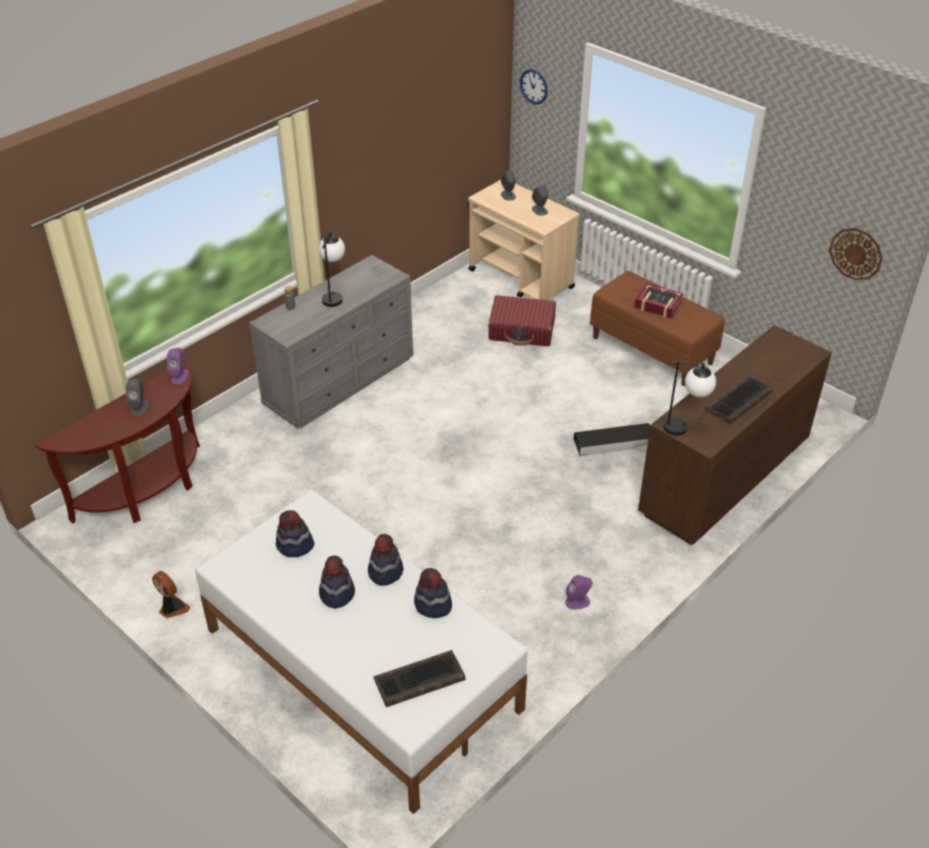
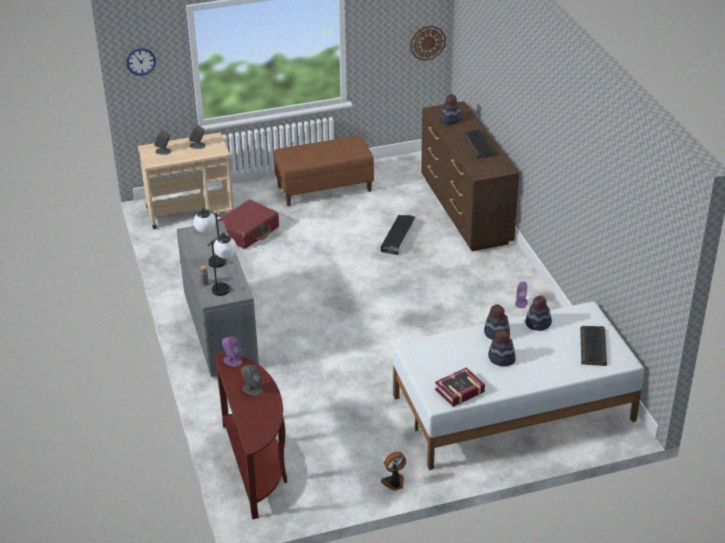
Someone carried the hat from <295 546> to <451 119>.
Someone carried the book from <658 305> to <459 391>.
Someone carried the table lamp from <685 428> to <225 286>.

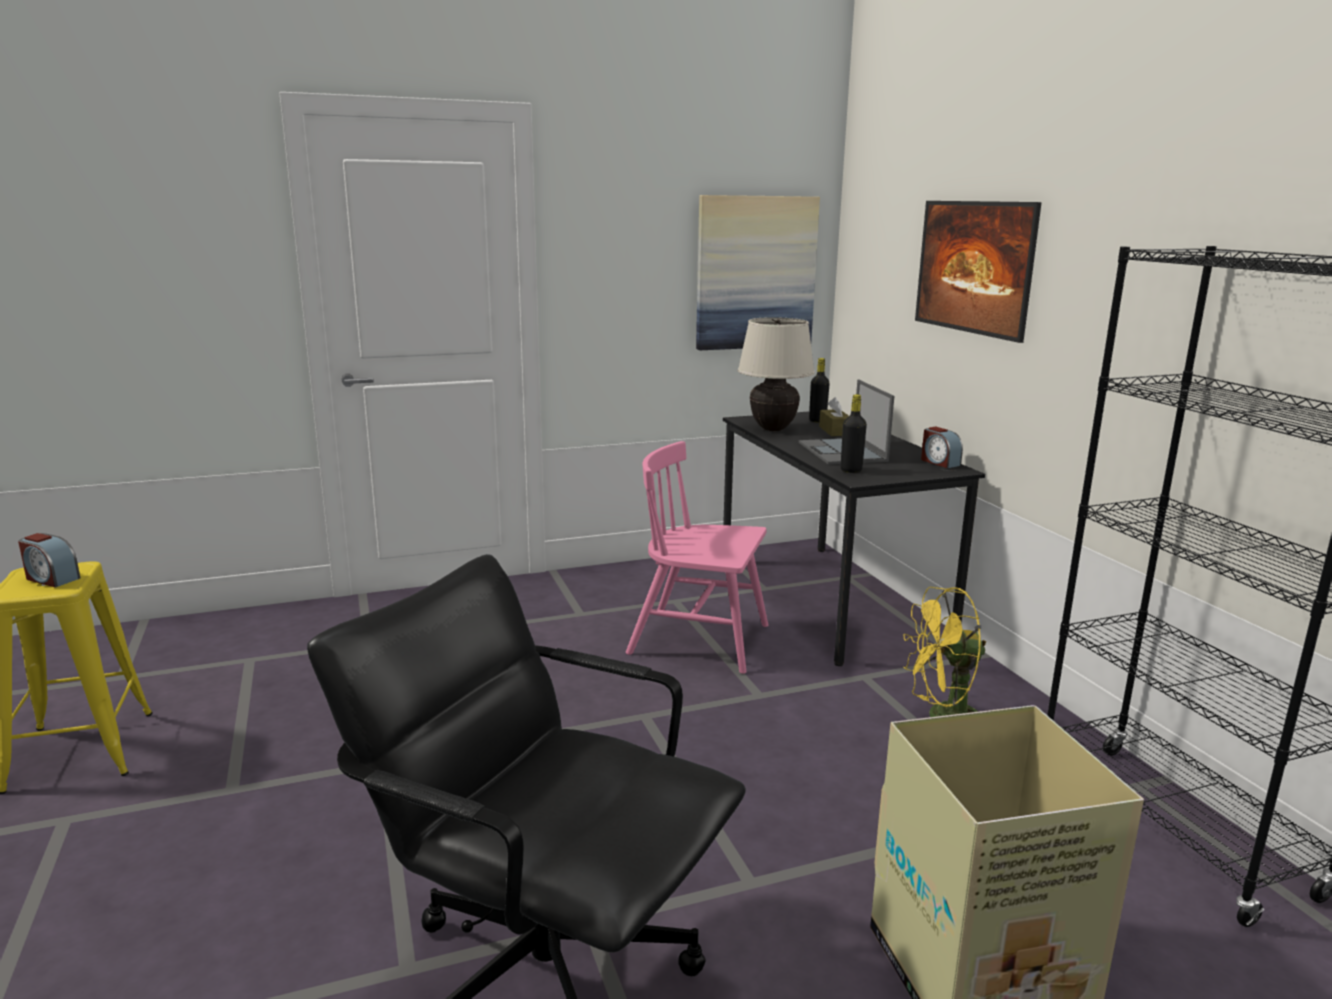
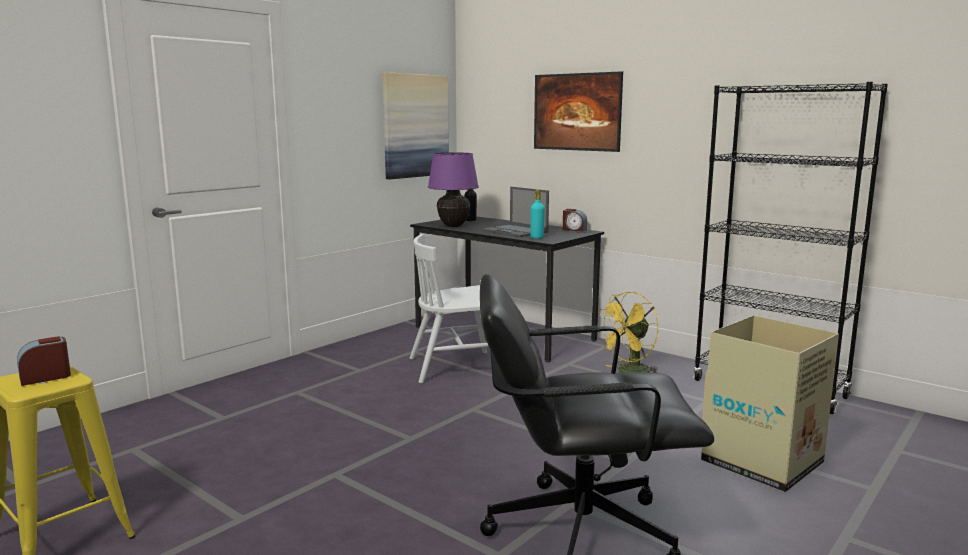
Someone took away the tissue box in brown at <835 431>.
Someone repainted the chair in pink at <700 640>, which became the chair in white at <455 367>.
Someone repainted the table lamp in beige at <772 429>, which became the table lamp in purple at <453 226>.
Someone repainted the bottle in black at <851 470>, which became the bottle in turquoise at <537 237>.
Someone rotated the alarm clock at <51 578> by 150 degrees clockwise.

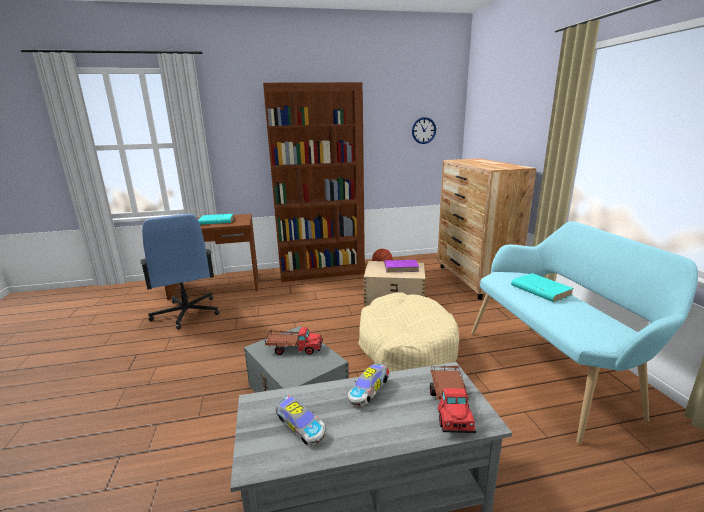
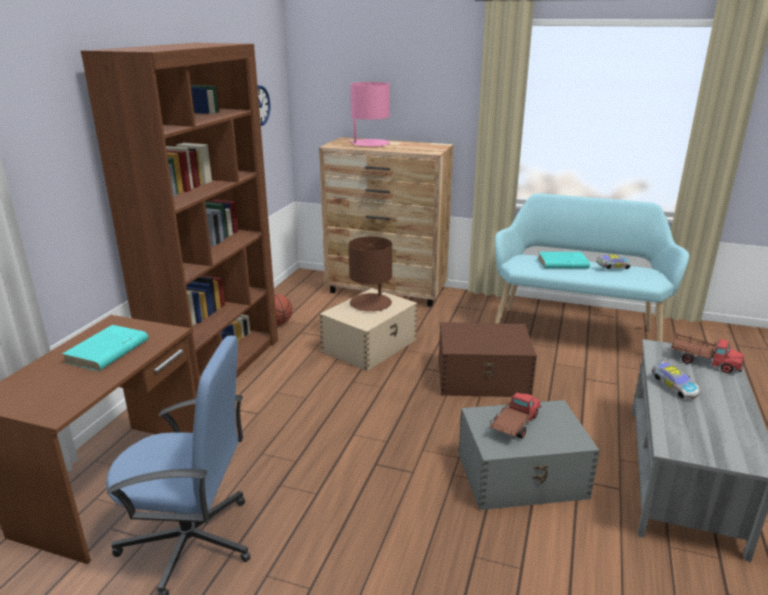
Someone put down the table lamp in pink at <370 144>.
Someone carried the toy car from <299 427> to <612 268>.
Someone swapped the dog bed in beige at <406 346> for the storage box in brown at <484 378>.
Someone swapped the book in purple at <401 267> for the table lamp in brown at <371 303>.

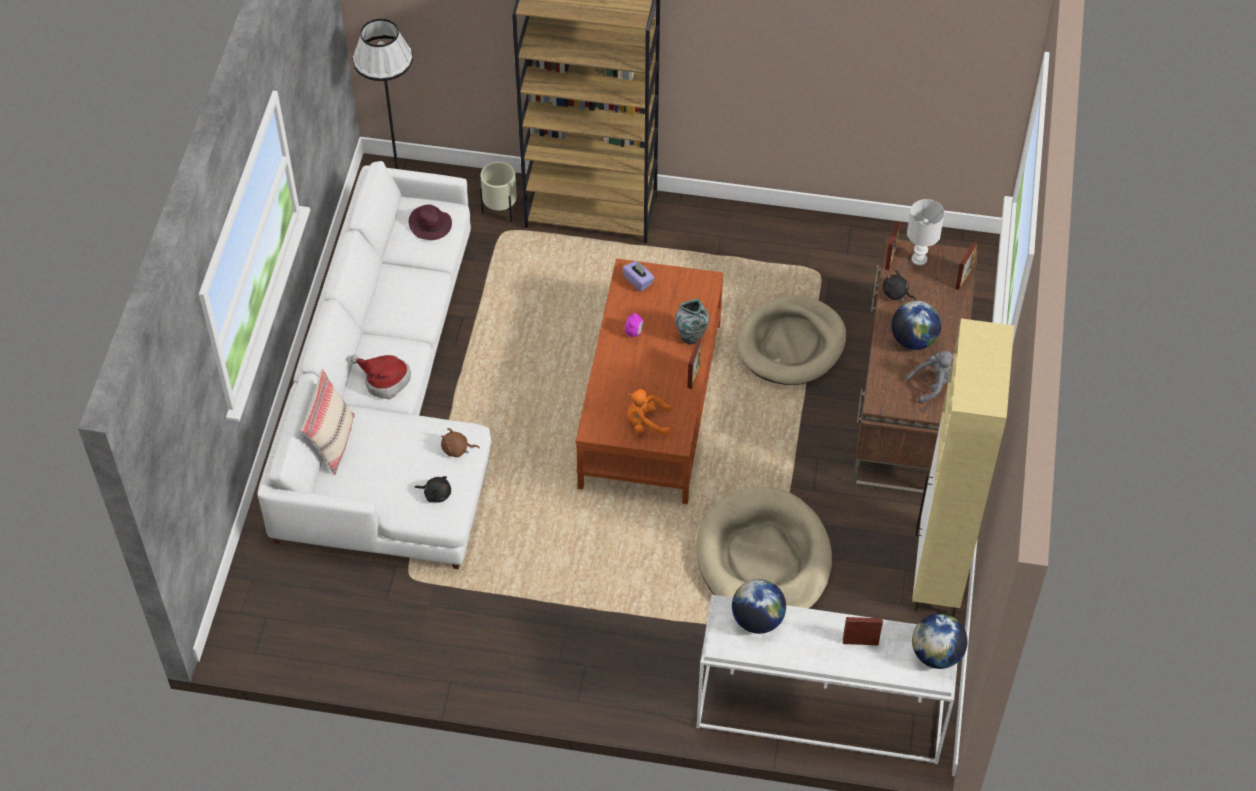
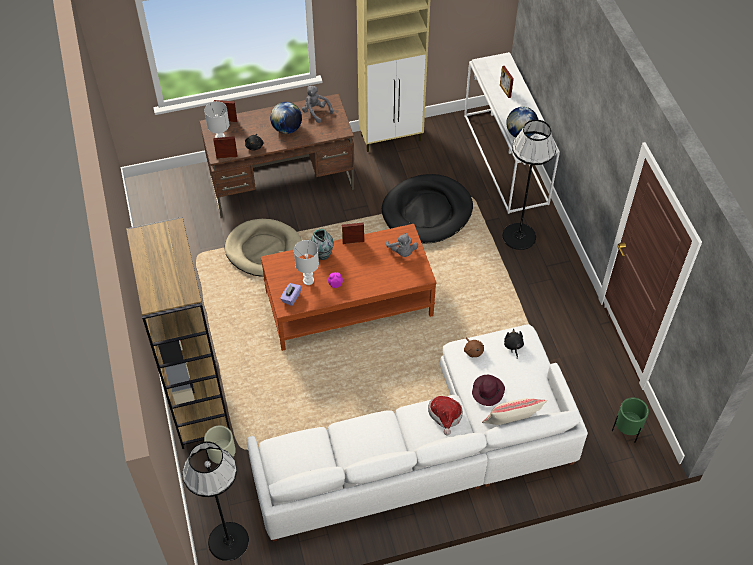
Someone took away the globe at <936 654>.
Someone put down the table lamp in white at <308 281>.
Someone put down the floor lamp in black at <519 236>.
Someone put down the planter in green at <626 431>.
Someone carried the hat in purple from <430 225> to <487 391>.
Someone repainted the plush toy in orange at <646 423>, which became the plush toy in grey at <402 252>.
Someone repainted the dog bed in beige at <764 559>, which became the dog bed in black at <427 211>.

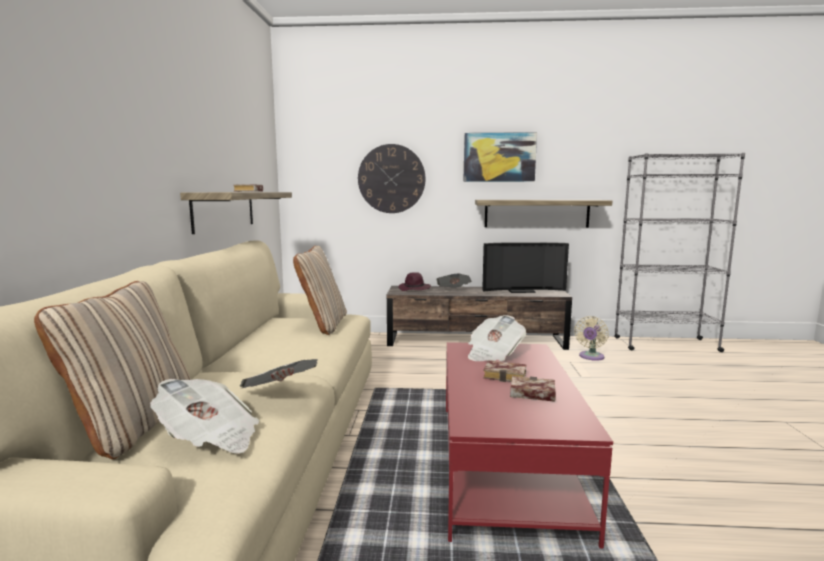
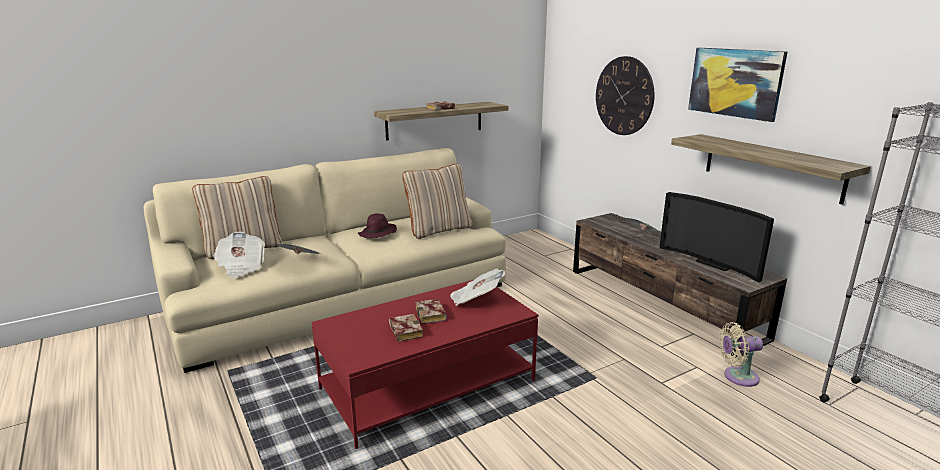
Someone carried the hat in purple from <414 289> to <377 234>.

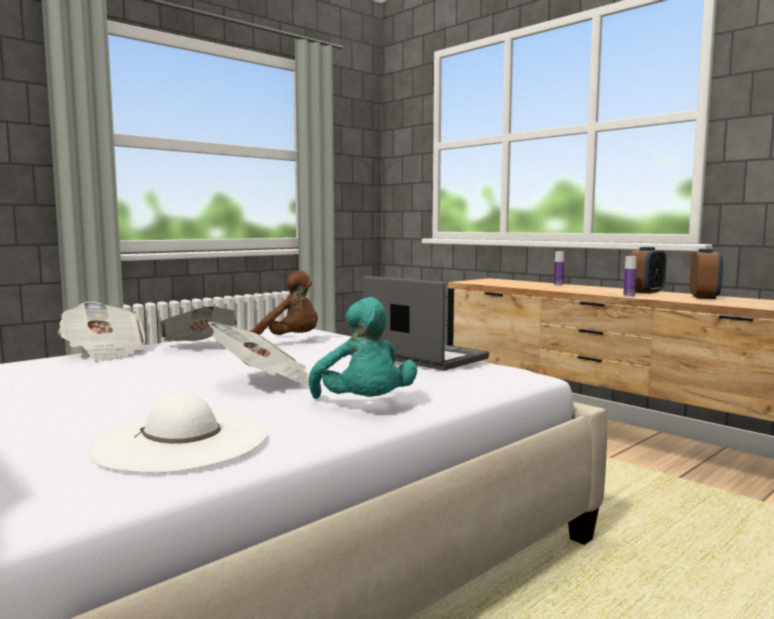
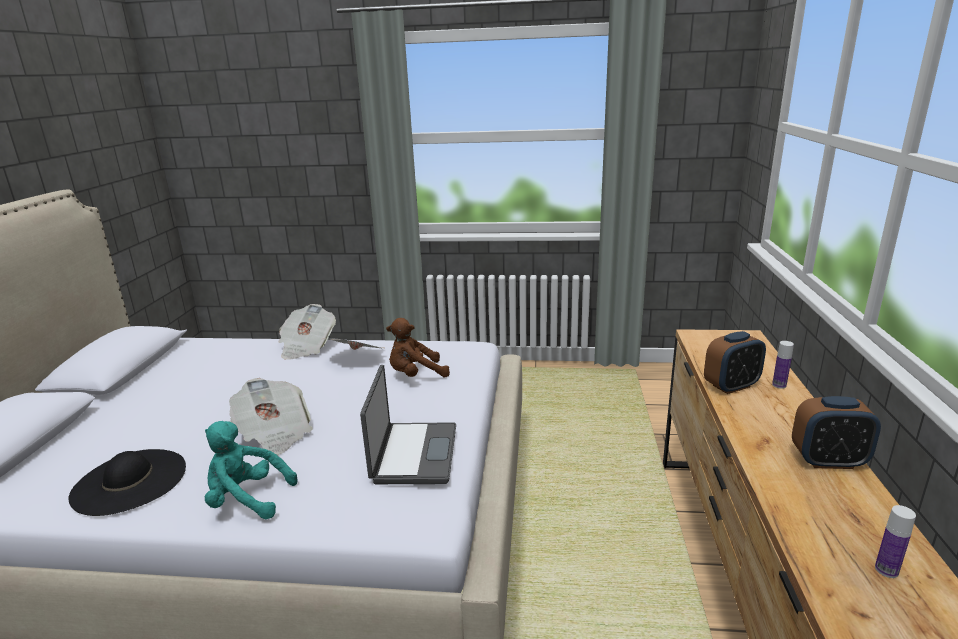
Someone carried the bottle from <629 296> to <886 570>.
Someone carried the alarm clock from <704 297> to <731 386>.
Someone repainted the hat in white at <182 441>, which became the hat in black at <130 481>.
Someone rotated the plush toy in brown at <290 341> by 90 degrees clockwise.
Someone rotated the plush toy in turquoise at <364 406> by 75 degrees clockwise.

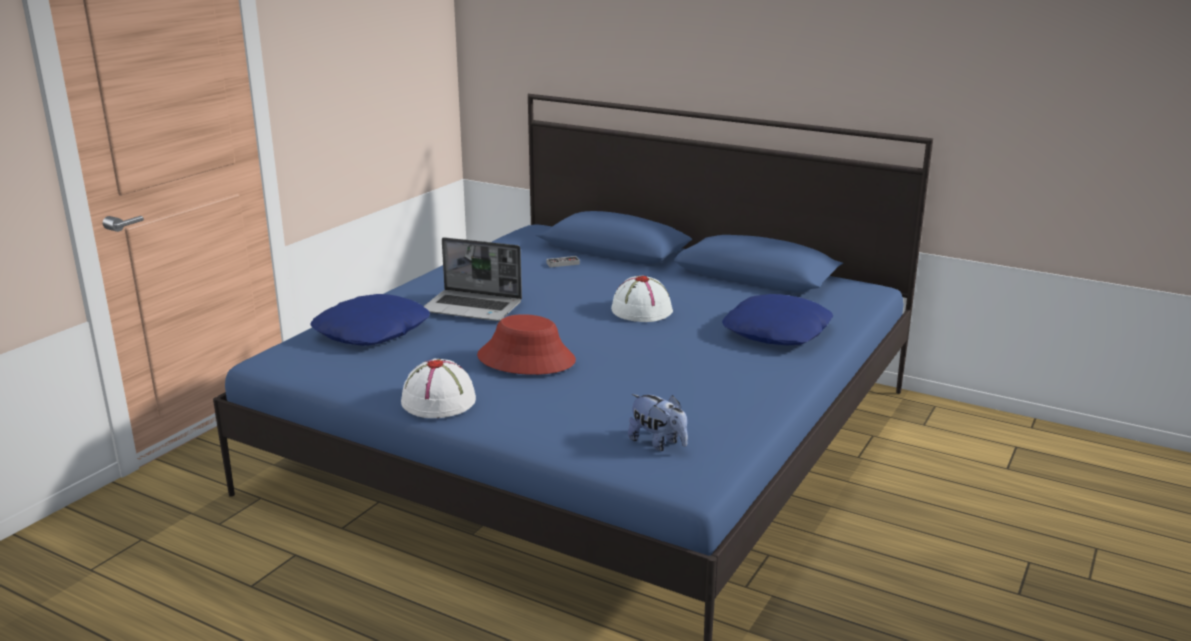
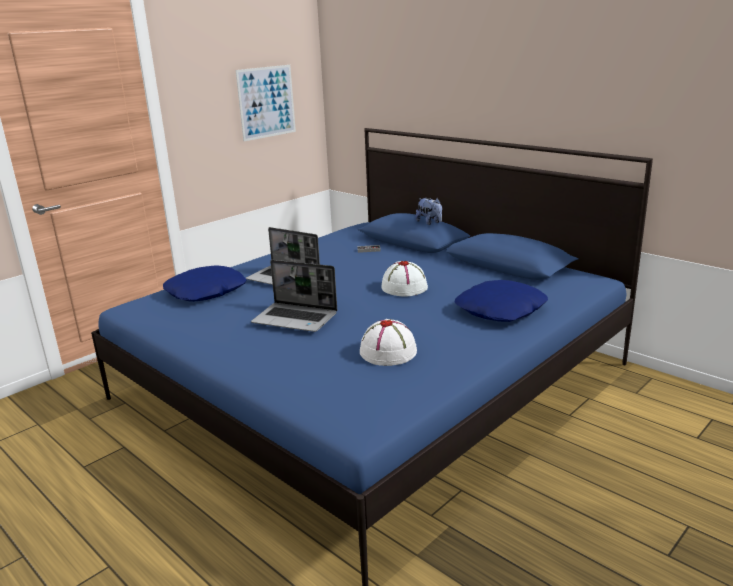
Someone put up the picture at <266 102>.
Someone carried the hat in white from <439 400> to <388 351>.
Someone carried the plush toy from <658 443> to <430 223>.
Someone swapped the hat in red at <526 359> for the laptop at <296 319>.

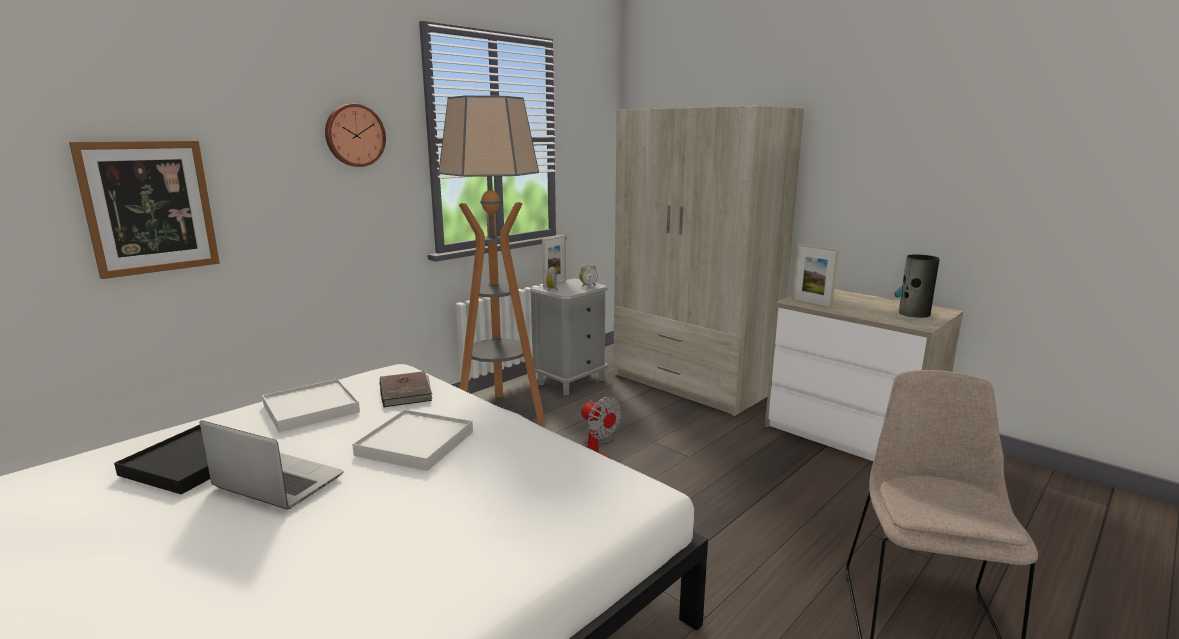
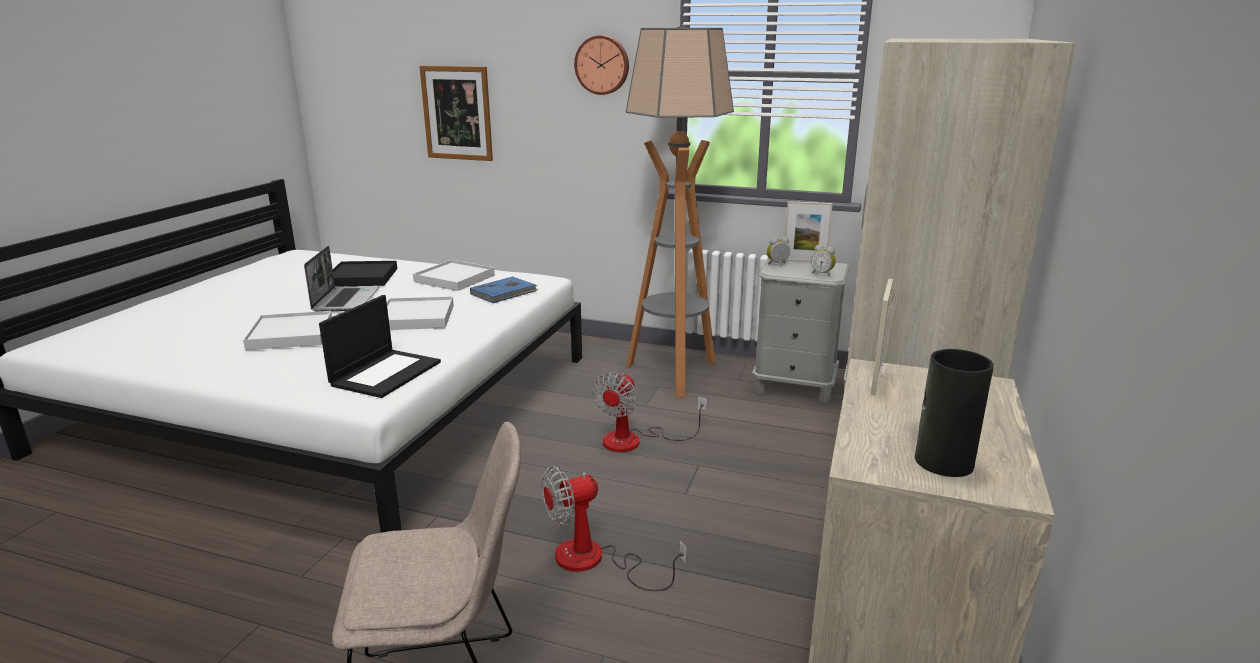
Someone put down the tray in white at <291 334>.
Someone put down the laptop at <386 373>.
Someone put down the fan at <595 561>.
Someone repainted the book in brown at <406 391>, which became the book in blue at <504 293>.

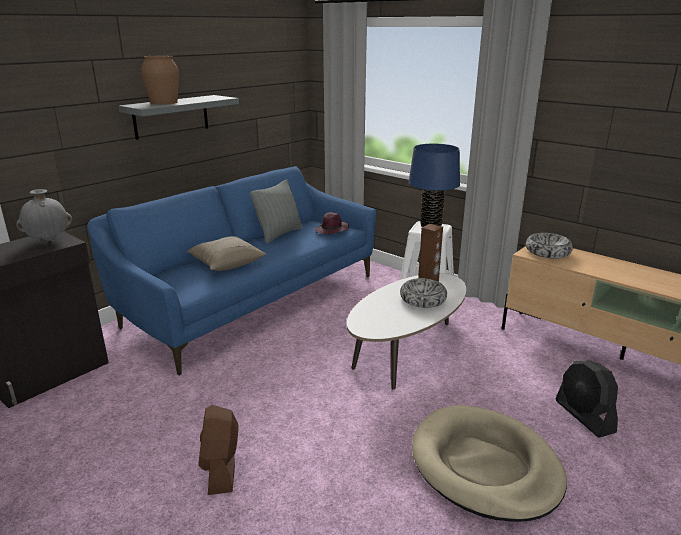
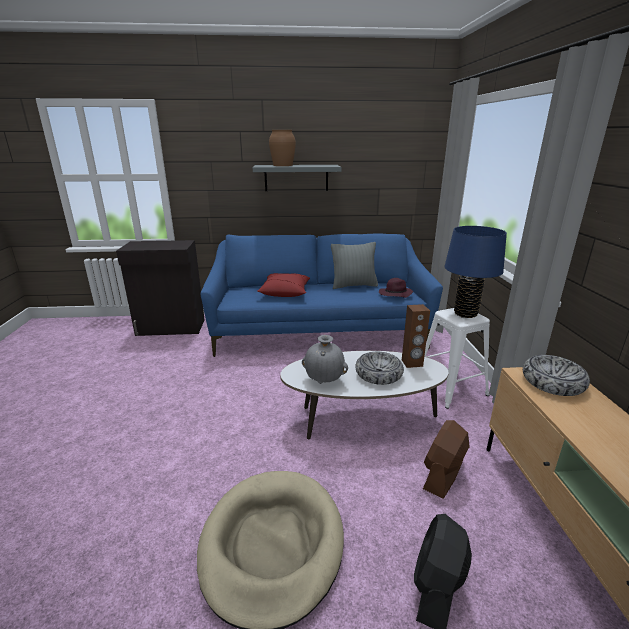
Someone carried the vase in grey from <49 240> to <324 381>.
Someone carried the fan in brown from <221 468> to <443 474>.
Someone repainted the pillow in beige at <226 263>, which became the pillow in red at <285 292>.

